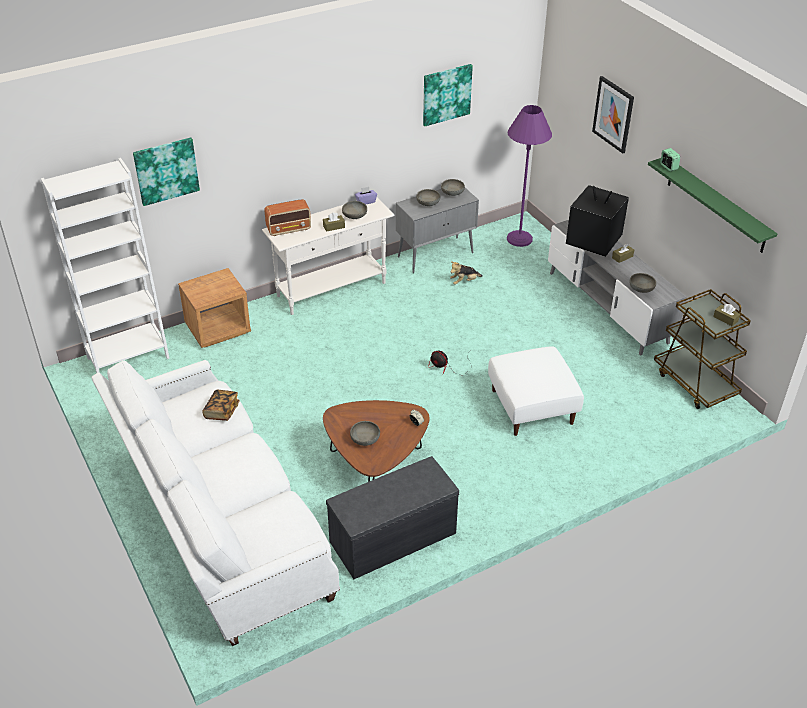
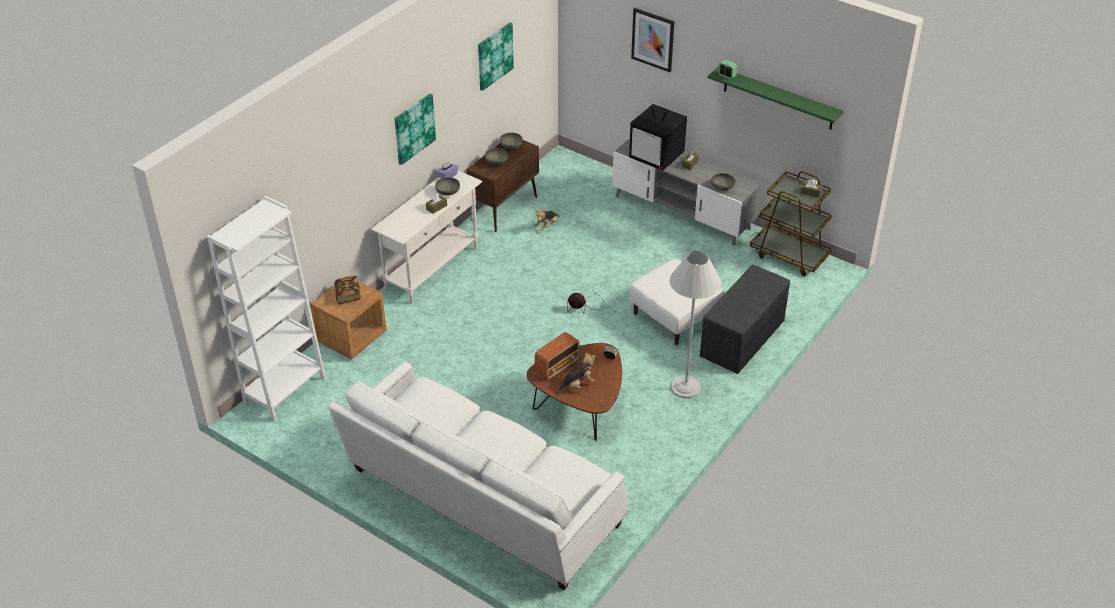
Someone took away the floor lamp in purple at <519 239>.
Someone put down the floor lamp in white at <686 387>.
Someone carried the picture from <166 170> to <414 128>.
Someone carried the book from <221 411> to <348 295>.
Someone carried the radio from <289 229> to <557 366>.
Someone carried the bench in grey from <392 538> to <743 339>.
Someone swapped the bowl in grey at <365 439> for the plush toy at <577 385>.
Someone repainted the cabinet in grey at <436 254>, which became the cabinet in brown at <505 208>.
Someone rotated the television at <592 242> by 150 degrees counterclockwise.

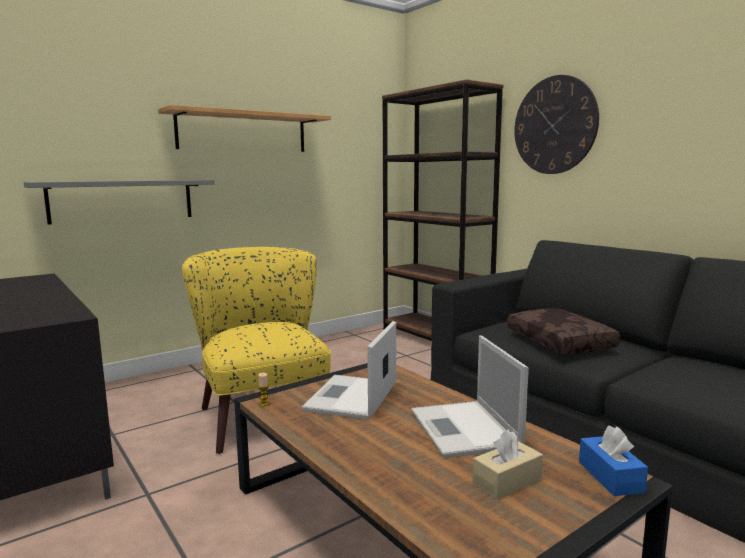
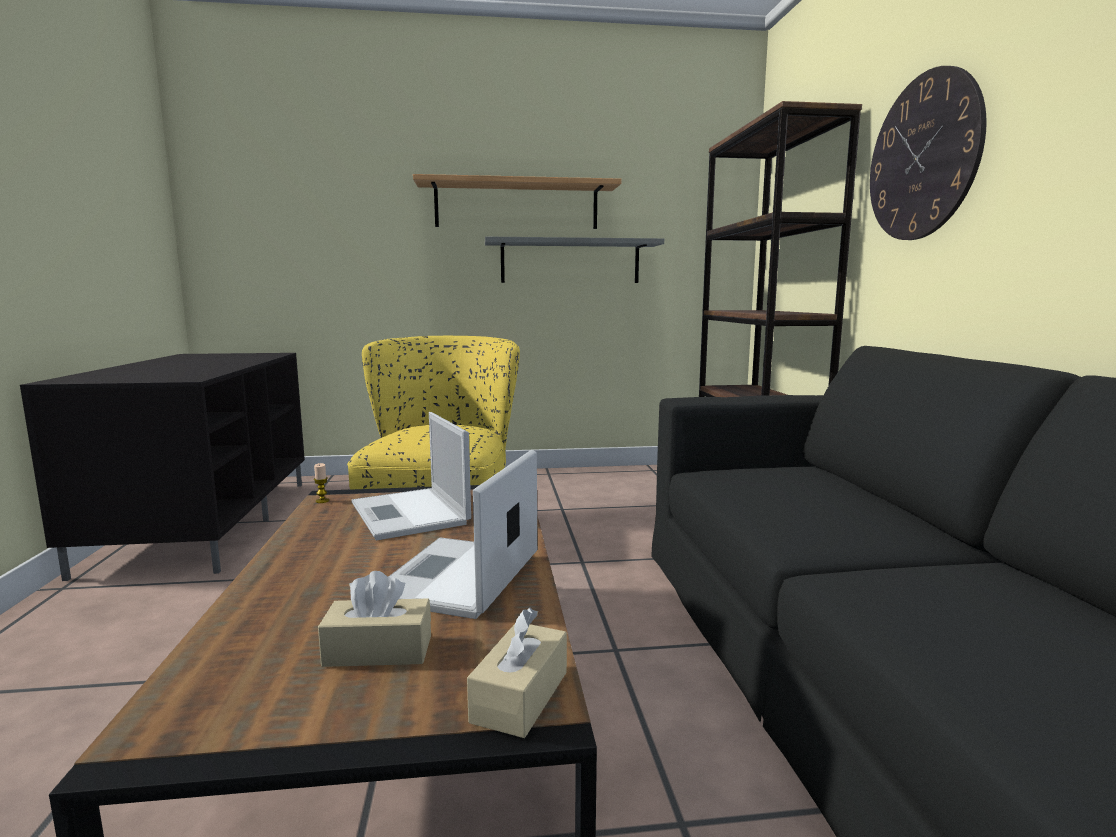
Someone took away the pillow in brown at <561 342>.
Someone carried the shelf in grey from <122 200> to <570 262>.
Someone repainted the tissue box in blue at <610 477>, which became the tissue box in beige at <520 696>.
Someone rotated the laptop at <351 398> by 75 degrees counterclockwise.

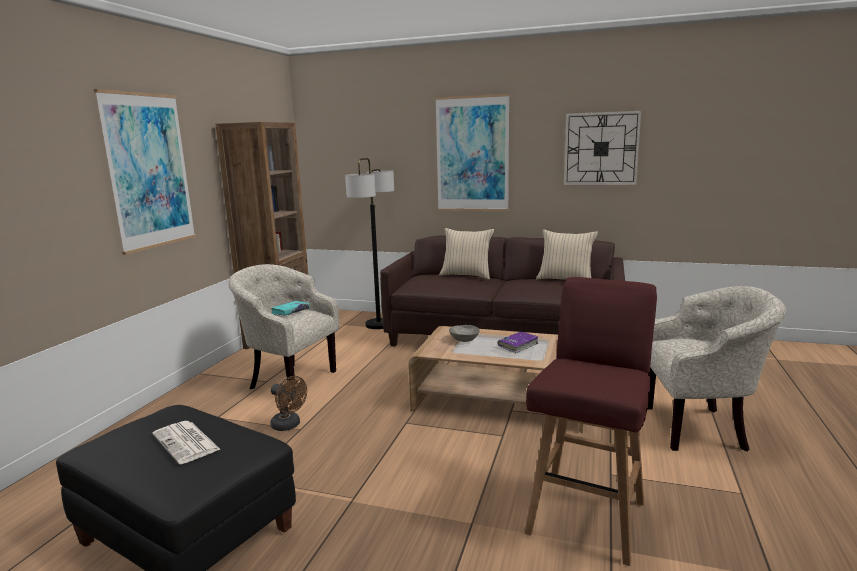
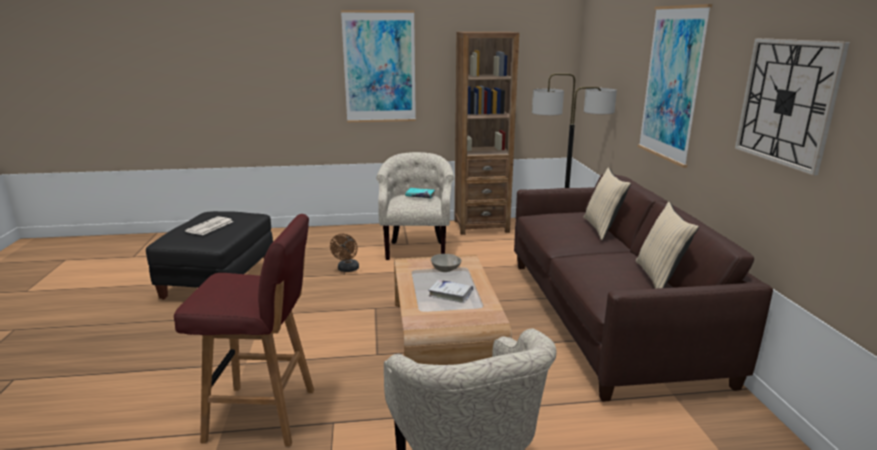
Someone repainted the book in purple at <518 345>, which became the book in white at <450 294>.

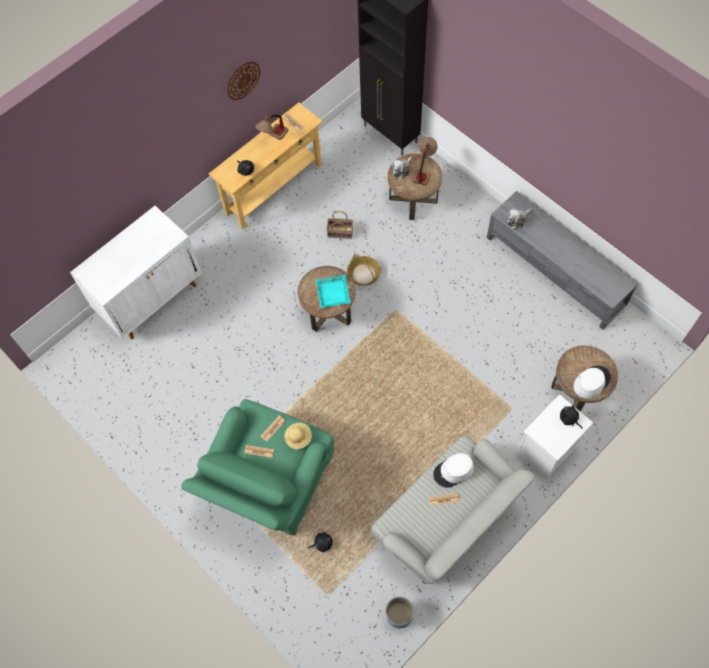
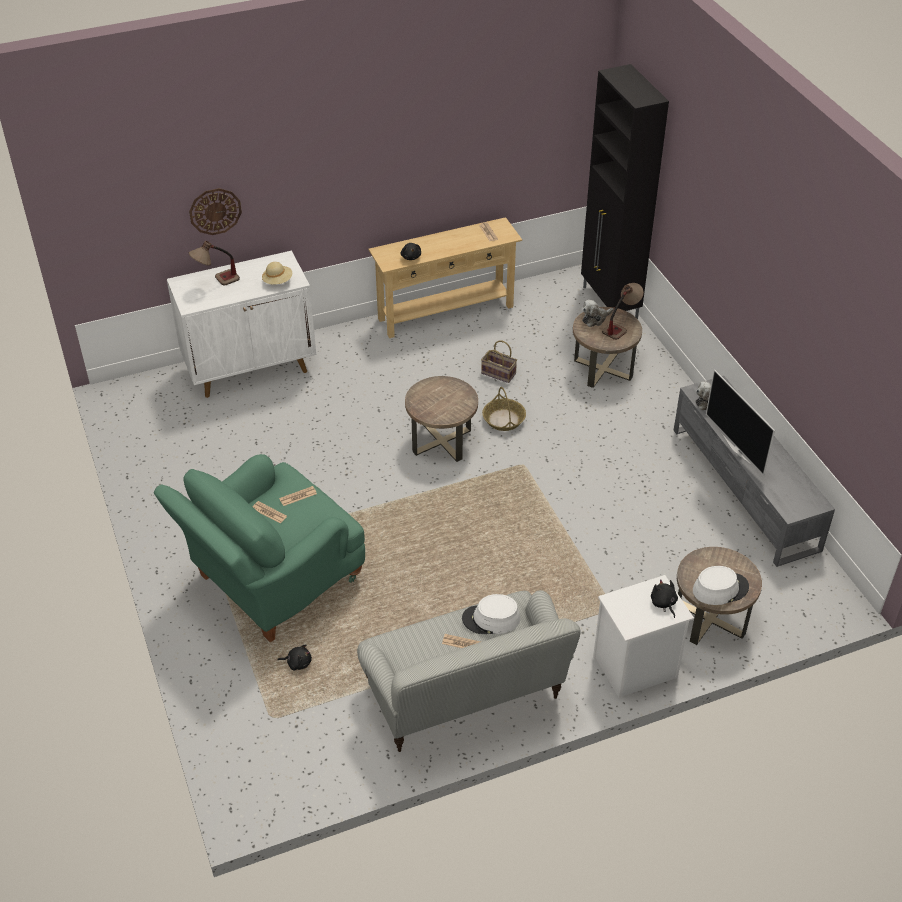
Someone took away the tray in turquoise at <333 293>.
Someone took away the planter in blue at <399 615>.
Someone put down the television at <736 448>.
Someone carried the wall clock from <243 80> to <215 211>.
Someone carried the table lamp from <273 139> to <216 282>.
Someone carried the hat in beige from <298 438> to <278 281>.

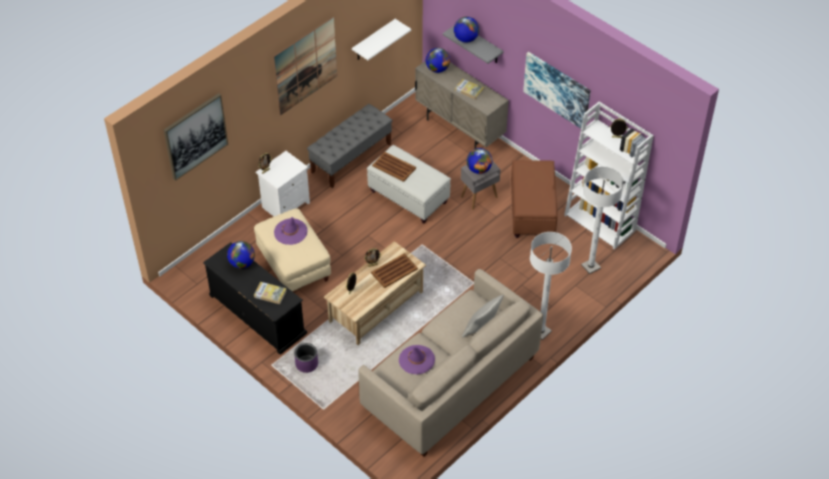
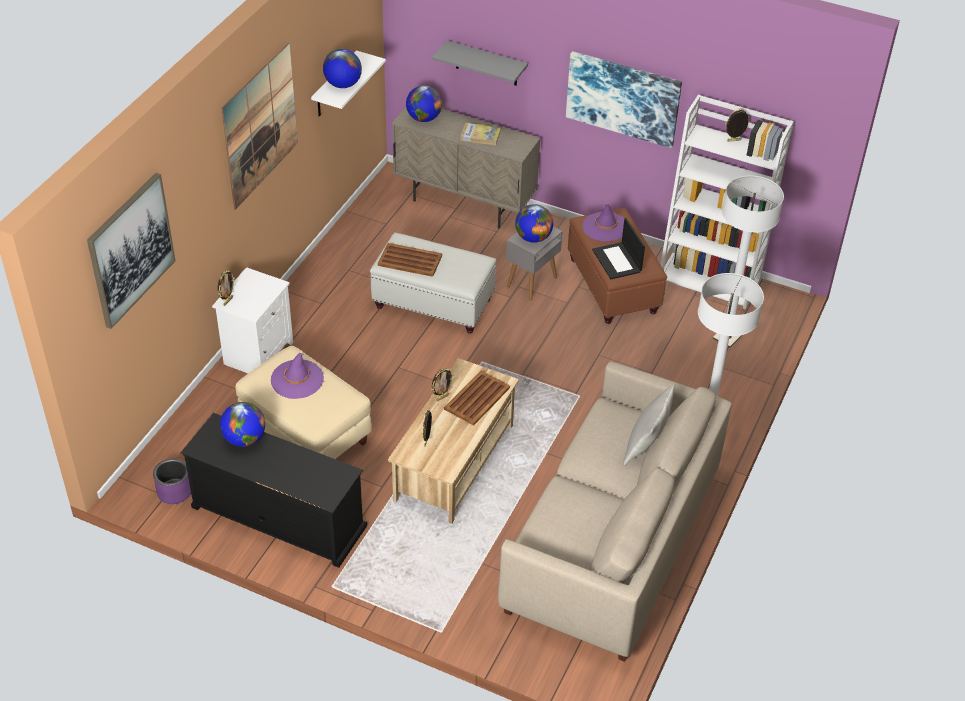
Someone took away the book at <270 294>.
Someone took away the bench in grey at <351 158>.
Someone put down the laptop at <617 261>.
Someone carried the planter in purple from <307 363> to <175 491>.
Someone carried the hat in purple from <416 360> to <605 227>.
Someone carried the globe from <466 39> to <343 84>.

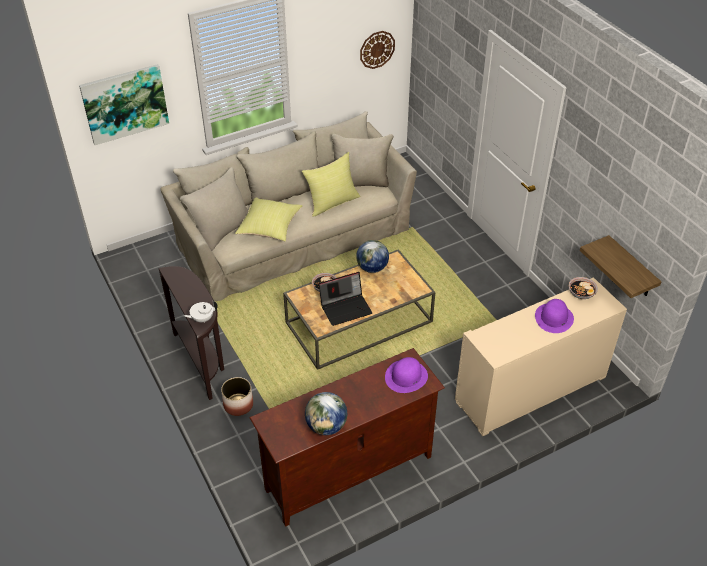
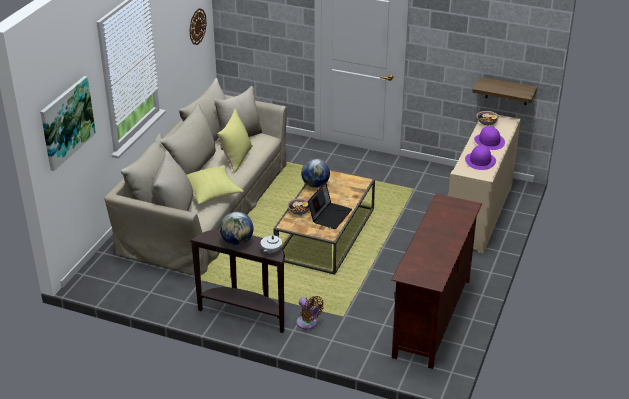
Someone carried the globe from <326 426> to <237 242>.
Someone carried the hat in purple from <406 376> to <480 160>.
Someone swapped the planter at <238 404> for the fan in brown at <308 323>.

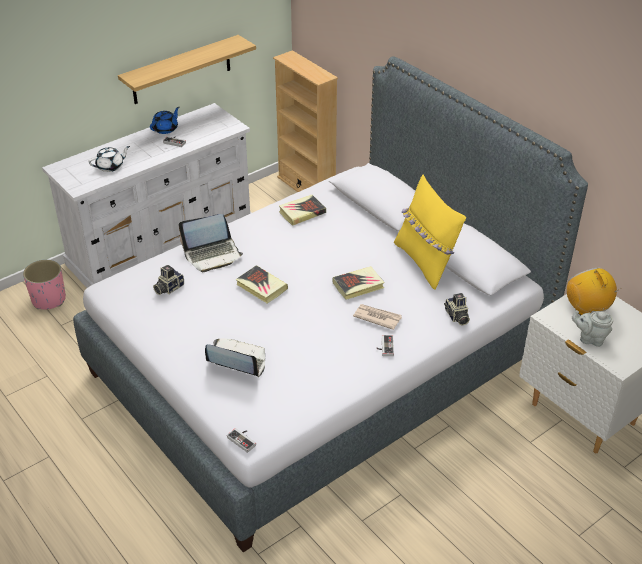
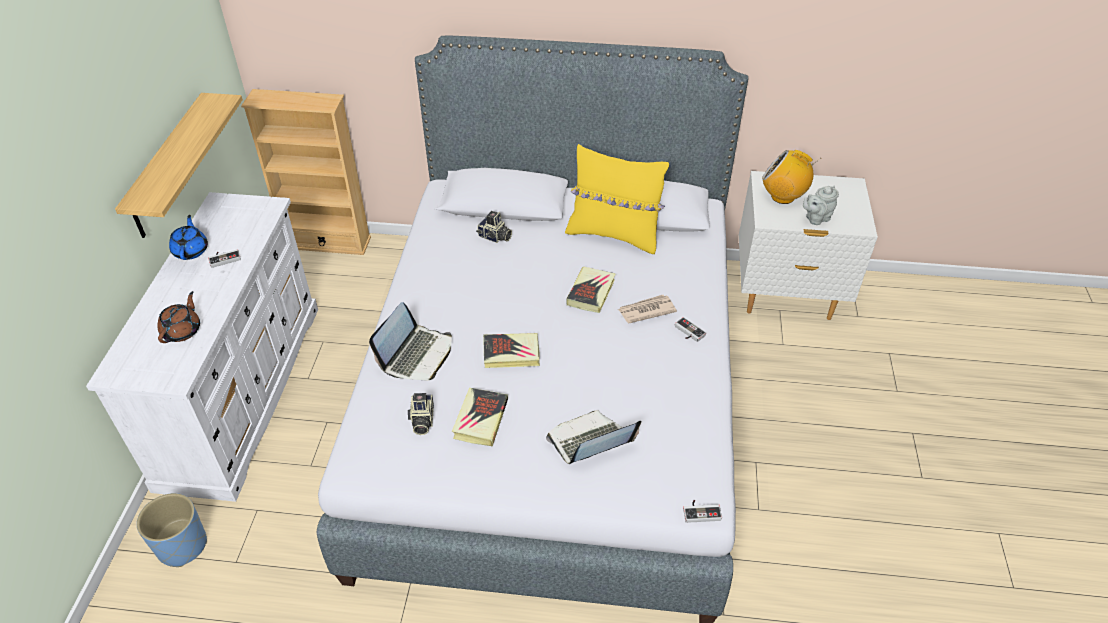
Someone carried the book from <302 212> to <480 419>.
Someone carried the photo camera from <456 317> to <494 237>.
Someone repainted the planter in pink at <48 300>, which became the planter in blue at <182 546>.
Someone repainted the teapot in white at <110 166>, which became the teapot in brown at <182 330>.

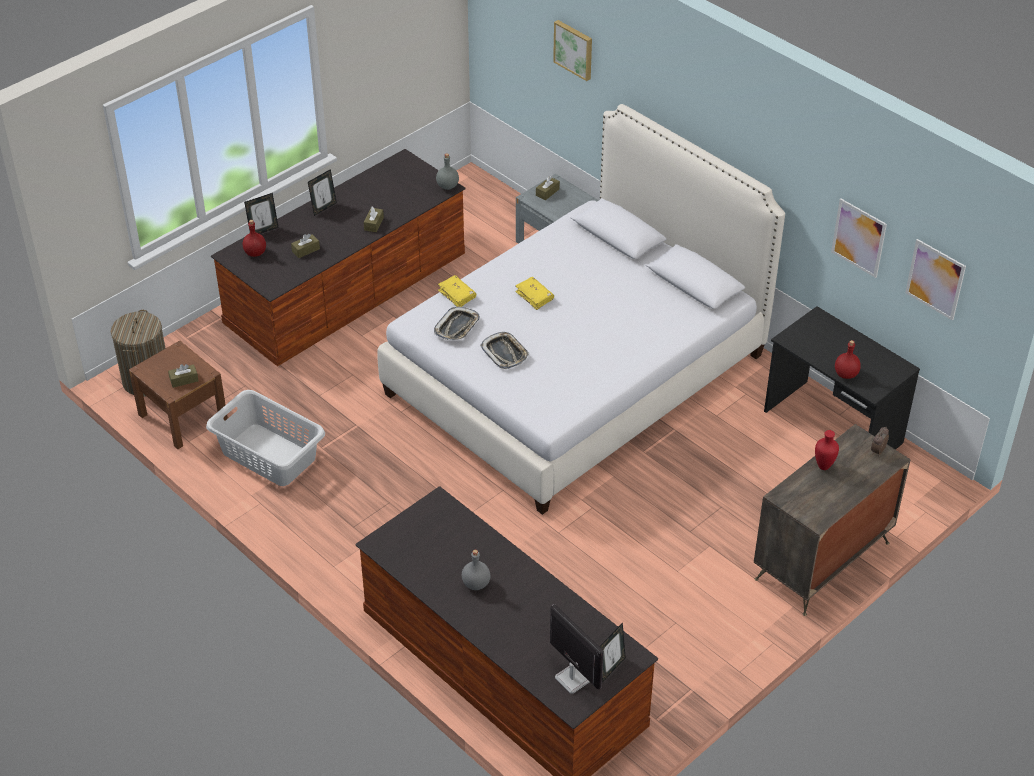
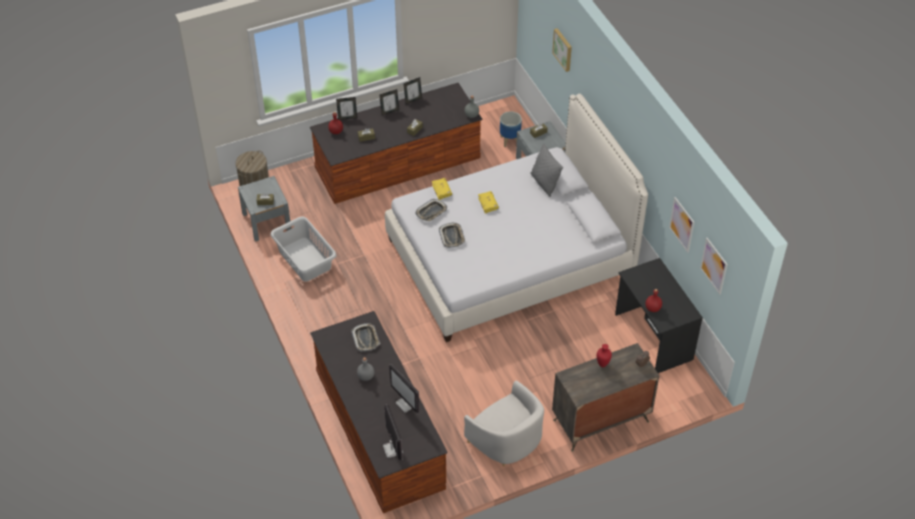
Someone put down the tray at <366 339>.
Someone put down the monitor at <406 404>.
Someone put down the armchair in white at <506 441>.
Someone put down the planter at <509 140>.
Someone put down the pillow in grey at <544 183>.
Someone carried the picture frame from <611 668> to <413 100>.
Someone repainted the nightstand in brown at <183 417>, which became the nightstand in grey at <266 221>.

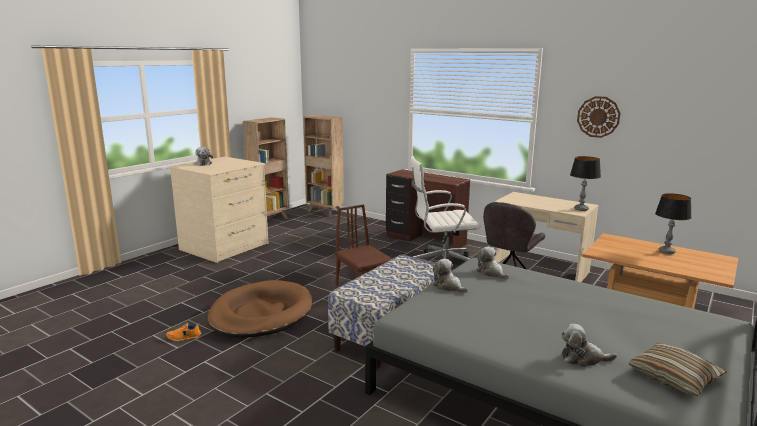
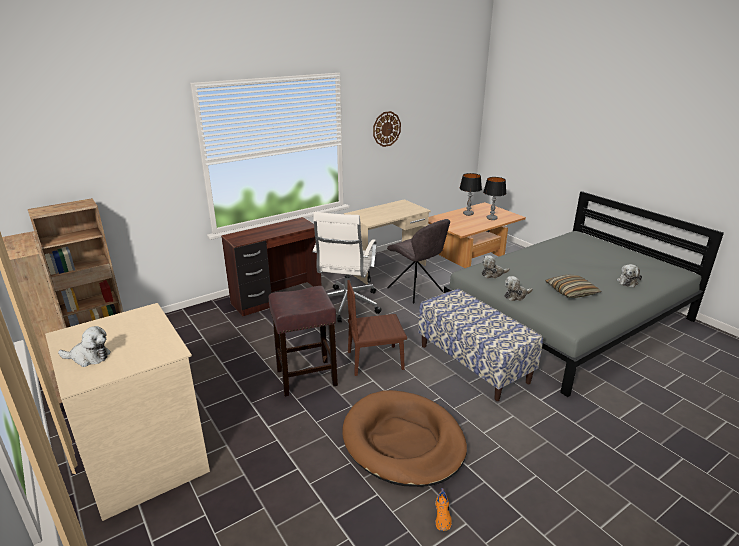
Someone put down the stool in brown at <305 378>.
Someone carried the table lamp from <581 209> to <491 218>.
Someone carried the pillow from <674 378> to <571 292>.

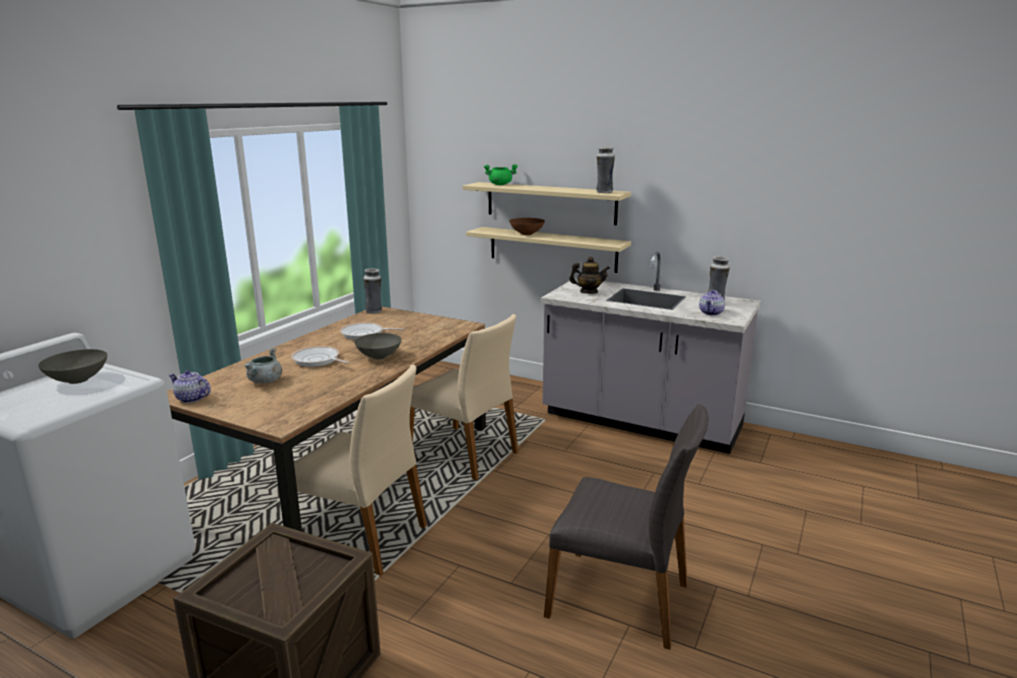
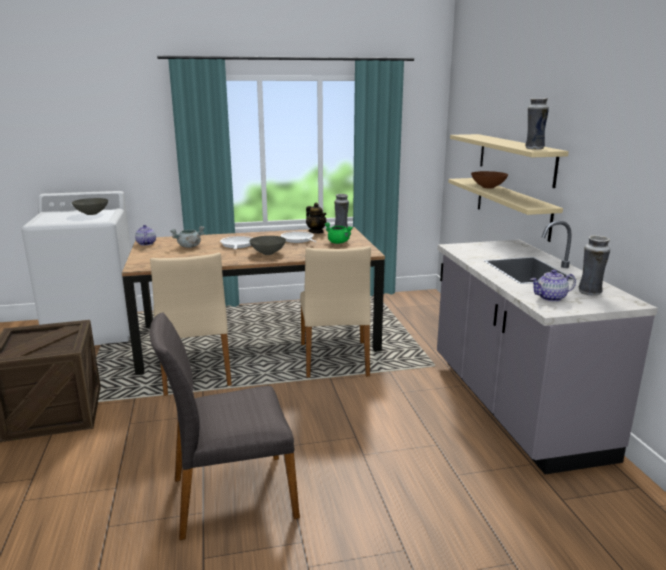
Someone carried the cooking pot in green from <500 184> to <339 242>.
Someone carried the teapot from <588 292> to <316 232>.
Someone rotated the chair in grey at <620 598> by 90 degrees clockwise.

